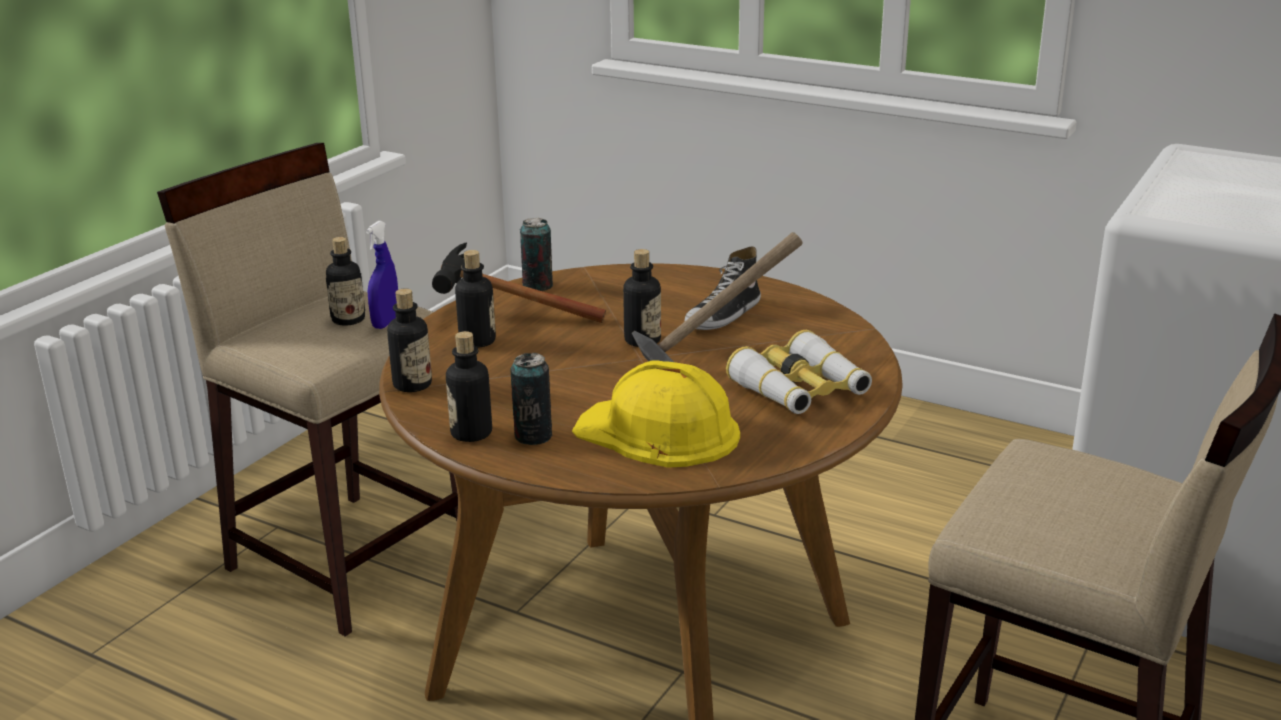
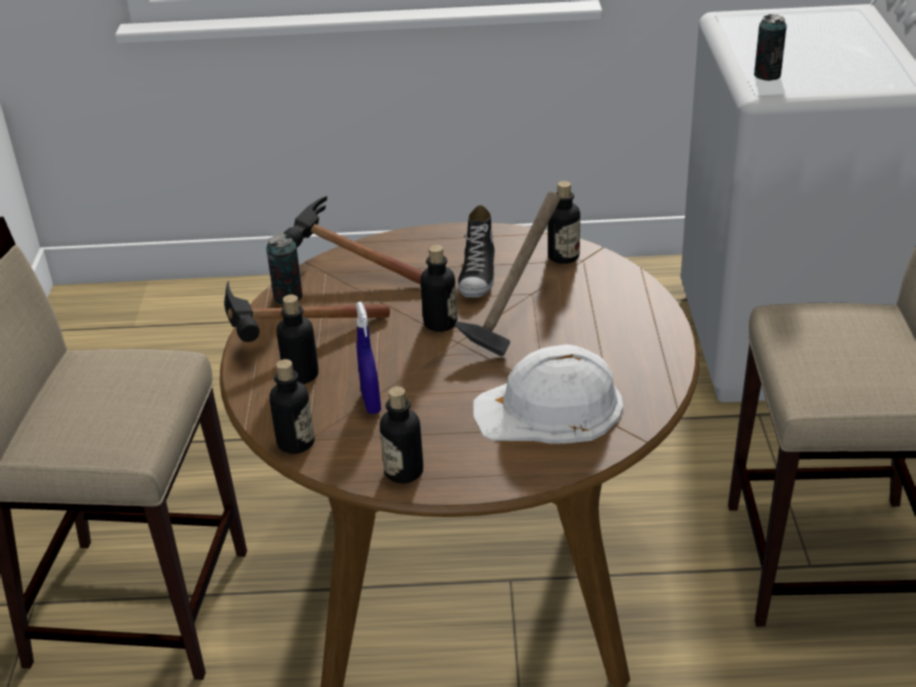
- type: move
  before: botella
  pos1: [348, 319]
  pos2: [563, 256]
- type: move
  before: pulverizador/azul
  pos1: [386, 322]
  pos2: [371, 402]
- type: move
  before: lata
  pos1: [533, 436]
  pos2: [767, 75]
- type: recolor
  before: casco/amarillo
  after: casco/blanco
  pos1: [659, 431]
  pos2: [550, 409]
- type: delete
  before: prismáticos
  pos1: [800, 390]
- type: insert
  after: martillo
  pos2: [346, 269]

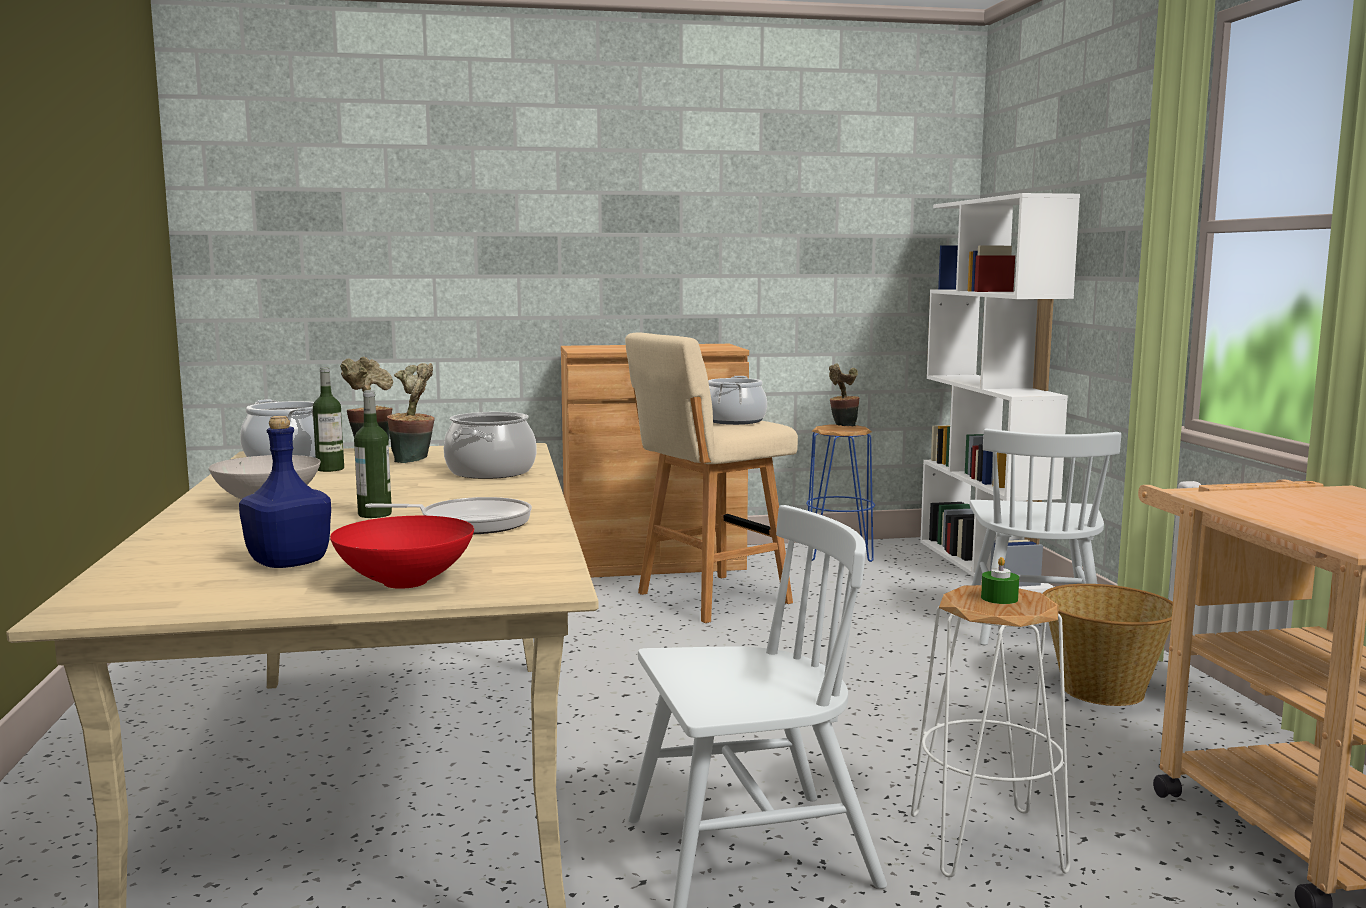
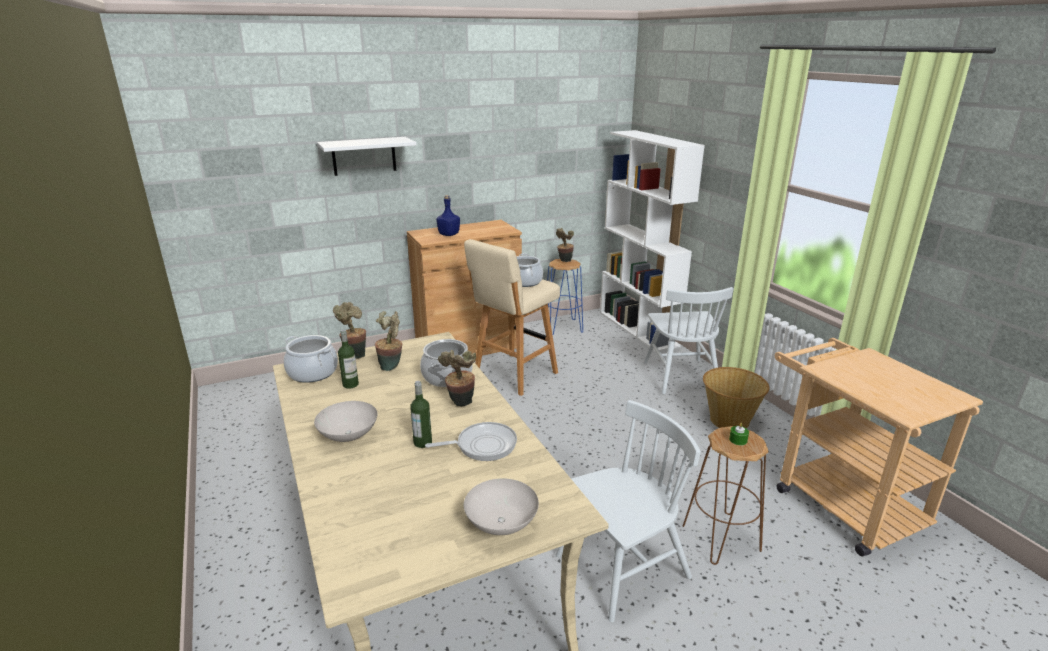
- type: move
  before: botella/azul
  pos1: [288, 563]
  pos2: [448, 234]
- type: recolor
  before: cuenco/rojo
  after: cuenco/blanco
  pos1: [403, 583]
  pos2: [501, 525]
- type: recolor
  before: taburete/blanco
  after: taburete/marrón
  pos1: [987, 843]
  pos2: [721, 538]
- type: insert
  after: estante/blanco
  pos2: [364, 156]
- type: insert
  after: planta en maceta
  pos2: [460, 403]

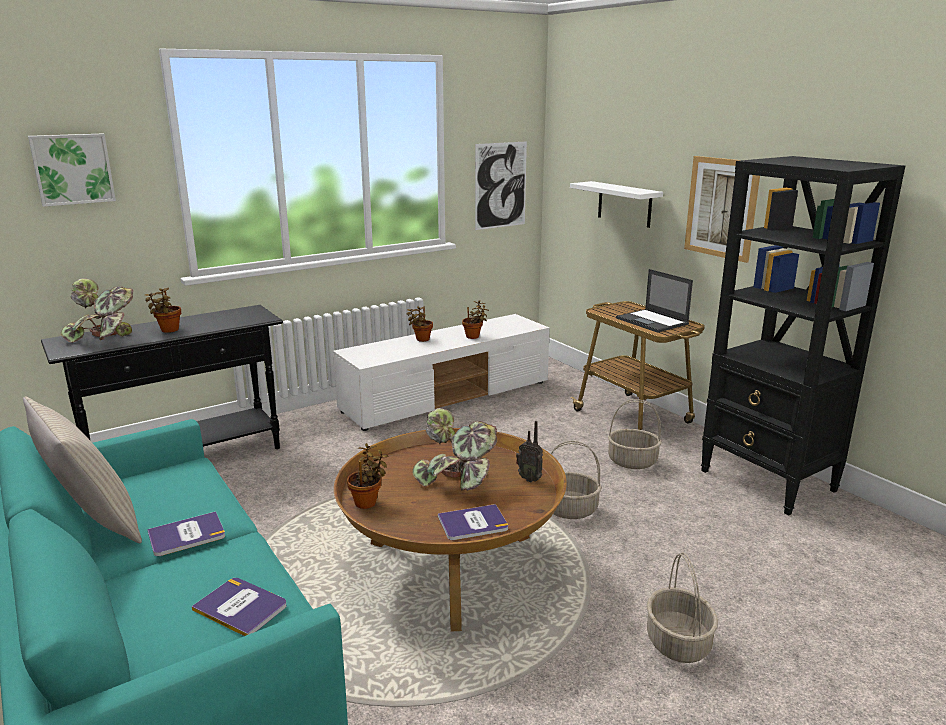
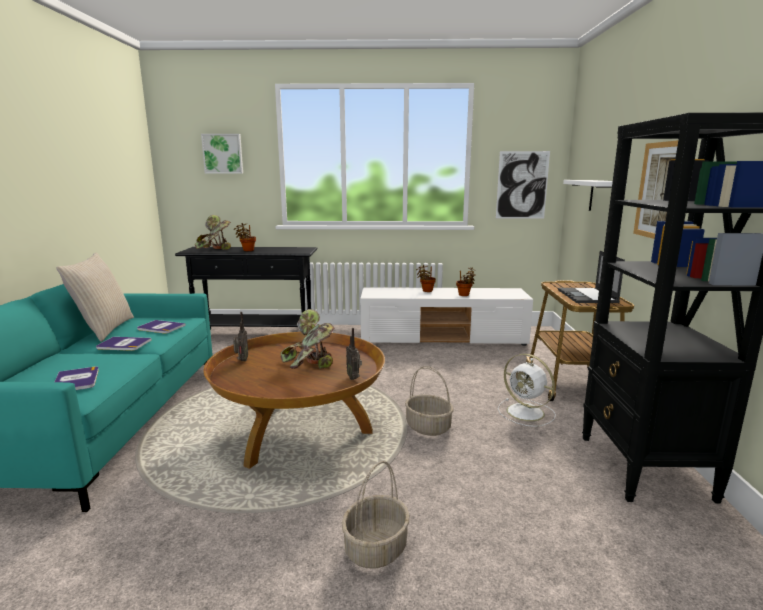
- type: replace
  before: planta en maceta
  after: radio
  pos1: [368, 502]
  pos2: [241, 361]
- type: move
  before: libro
  pos1: [473, 523]
  pos2: [161, 327]
- type: replace
  before: cesta
  after: ventilador/blanco
  pos1: [633, 461]
  pos2: [527, 413]

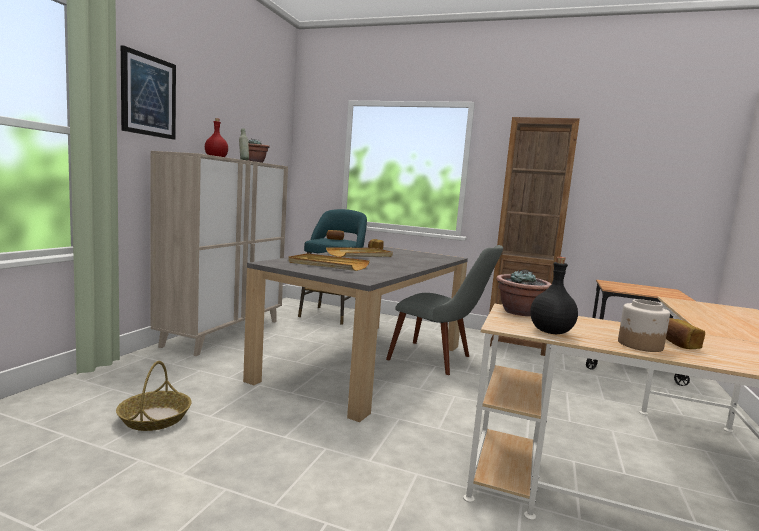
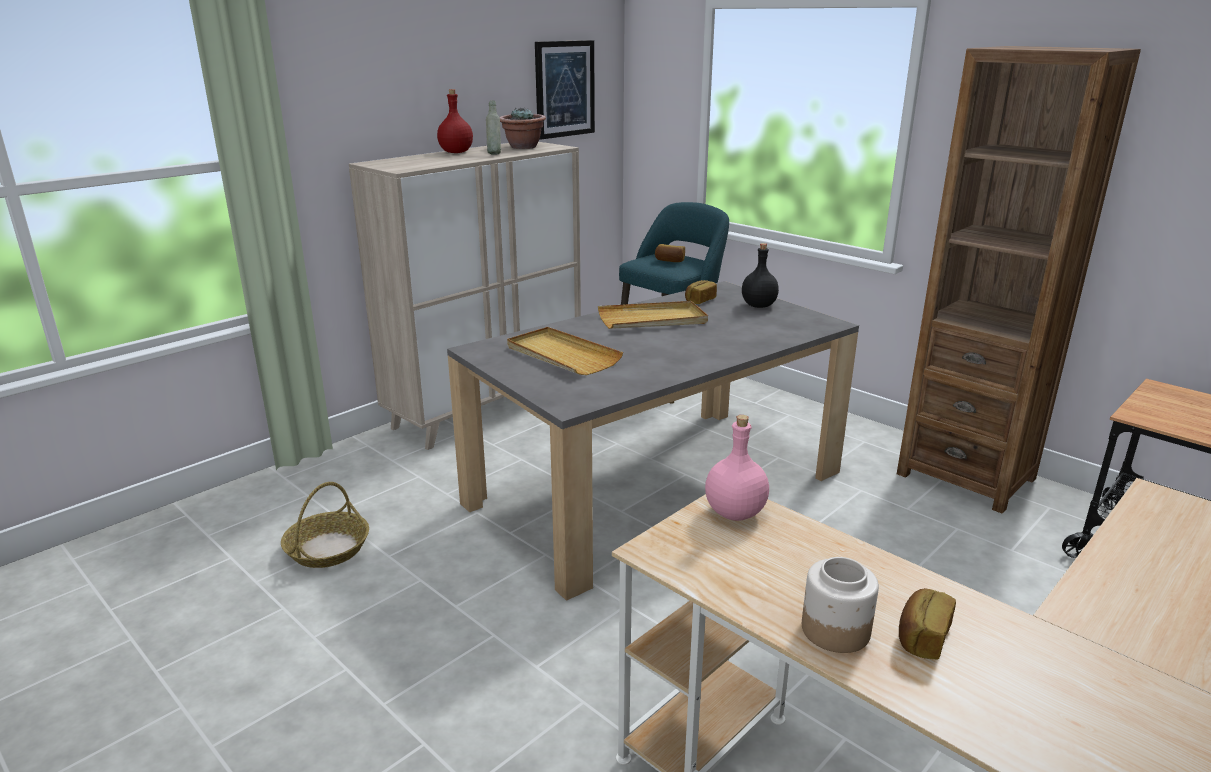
- type: move
  before: cuadro
  pos1: [148, 96]
  pos2: [564, 89]
- type: delete
  before: silla/gris
  pos1: [440, 360]
- type: replace
  before: planta en maceta
  after: botella/rosa
  pos1: [519, 312]
  pos2: [736, 513]
- type: move
  before: botella/negro
  pos1: [550, 332]
  pos2: [758, 305]

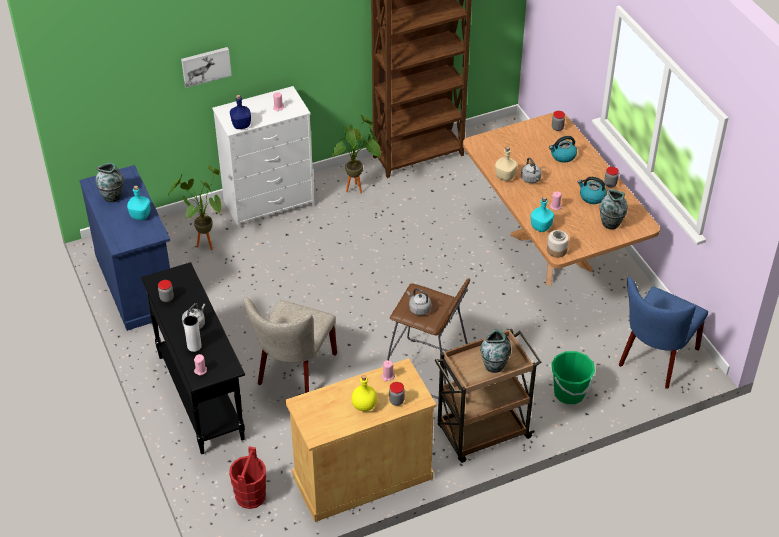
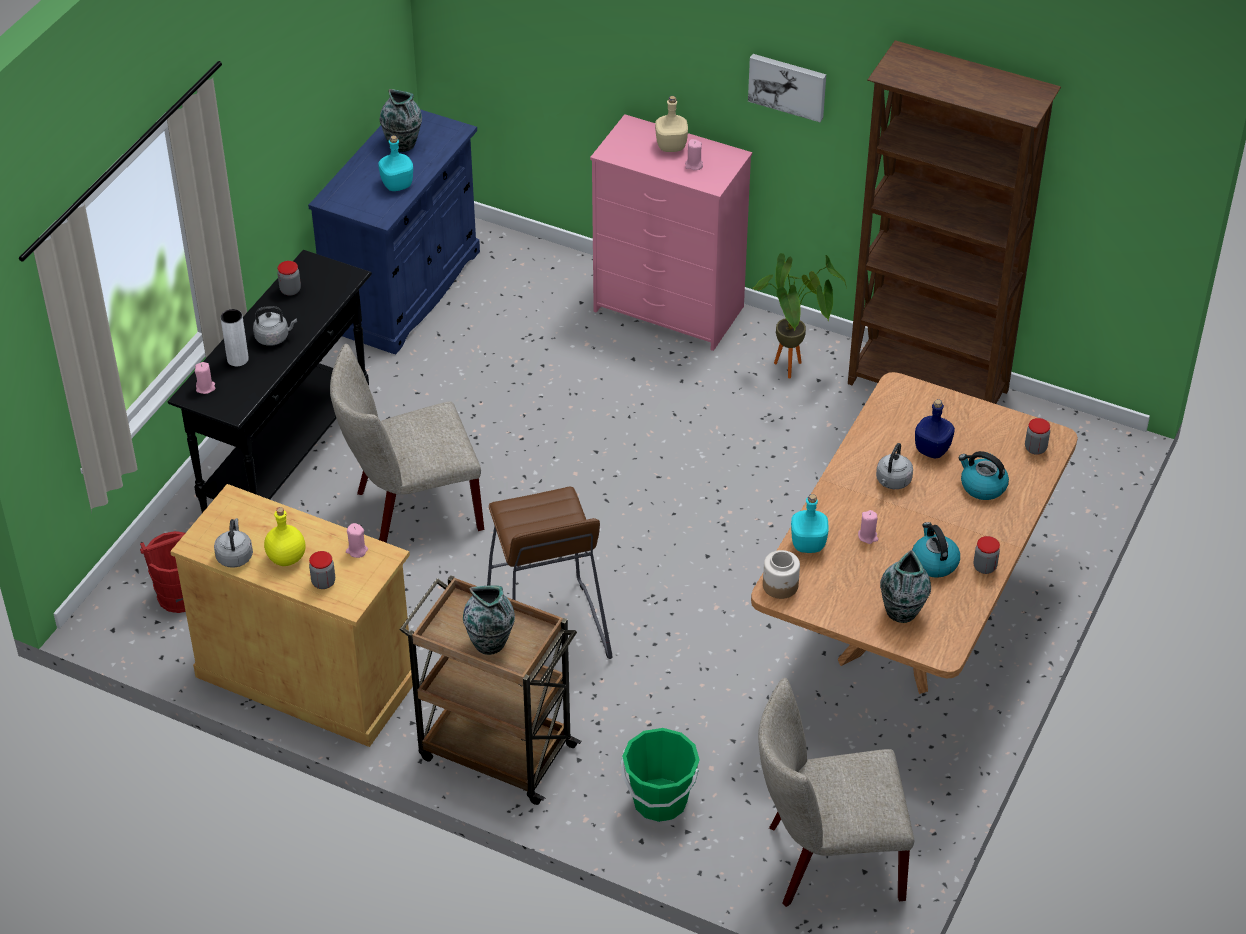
- type: delete
  before: planta en maceta
  pos1: [204, 242]
- type: move
  before: cuadro
  pos1: [205, 66]
  pos2: [788, 85]
- type: recolor
  before: cómoda/blanco
  after: cómoda/rosa
  pos1: [269, 202]
  pos2: [670, 309]
- type: move
  before: botella/azul
  pos1: [241, 125]
  pos2: [932, 449]
- type: move
  before: hervidor/gris
  pos1: [418, 309]
  pos2: [235, 555]
- type: move
  before: botella/beis
  pos1: [505, 176]
  pos2: [671, 146]
- type: recolor
  before: silla/azul
  after: silla/beis
  pos1: [655, 359]
  pos2: [825, 861]

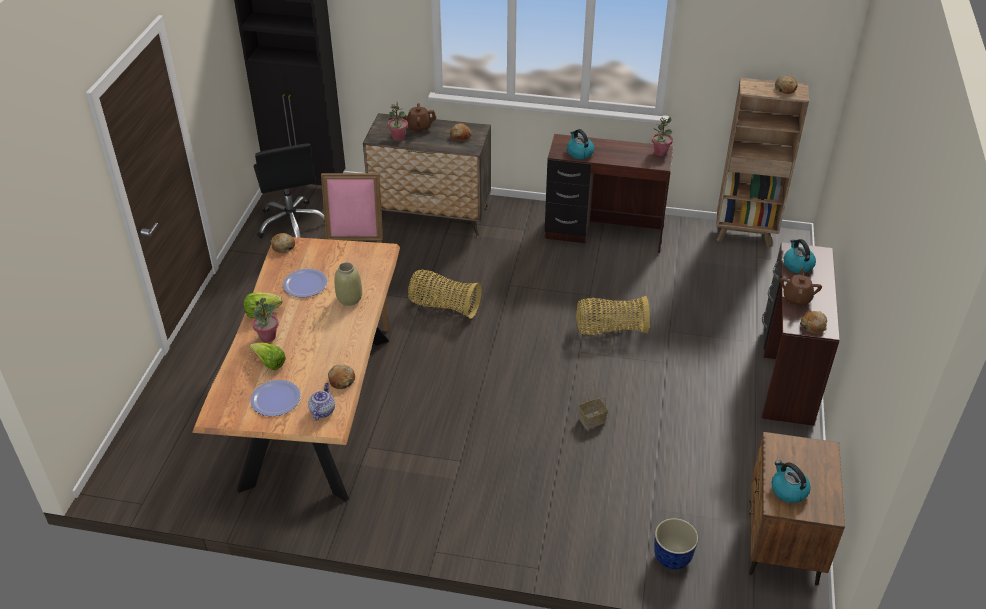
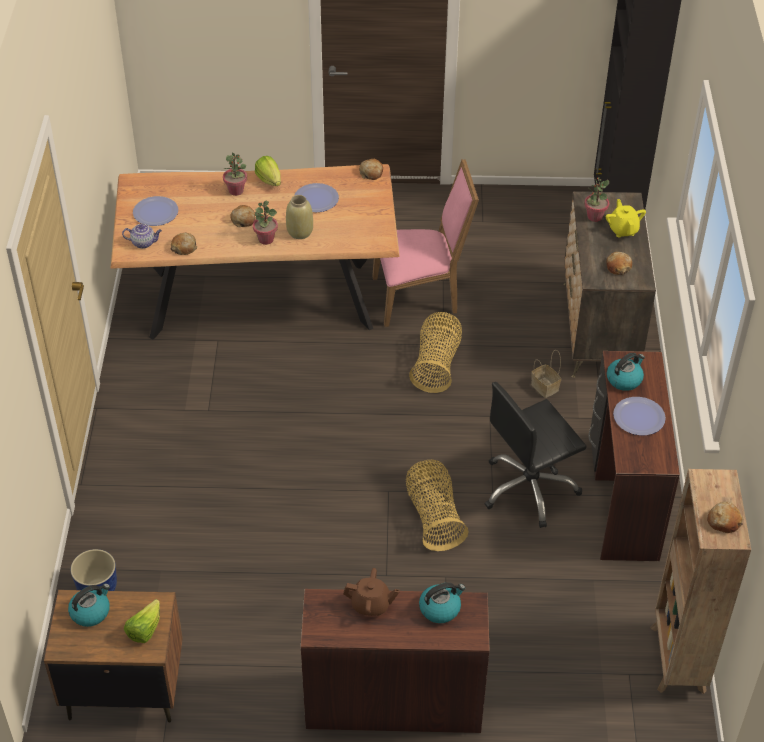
- type: move
  before: lechuga
  pos1: [269, 363]
  pos2: [145, 630]
- type: move
  before: silla de oficina/negro
  pos1: [292, 224]
  pos2: [529, 489]
- type: recolor
  before: tetera/marrón
  after: tetera/amarillo
  pos1: [418, 127]
  pos2: [623, 230]
- type: move
  before: cesta
  pos1: [591, 420]
  pos2: [543, 387]
- type: move
  before: planta en maceta
  pos1: [660, 152]
  pos2: [266, 239]
- type: move
  before: pan
  pos1: [813, 325]
  pos2: [243, 220]
- type: insert
  after: plato
  pos2: [639, 417]

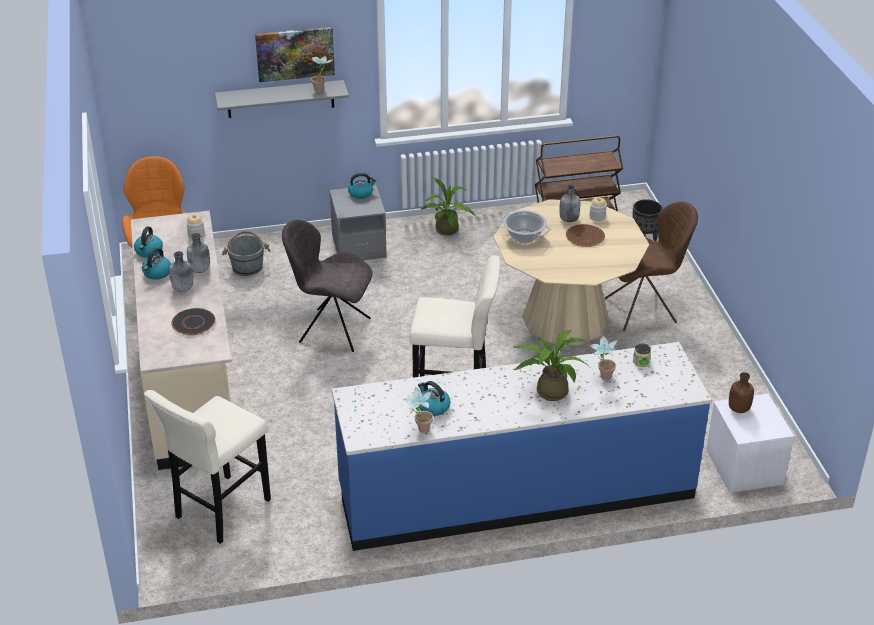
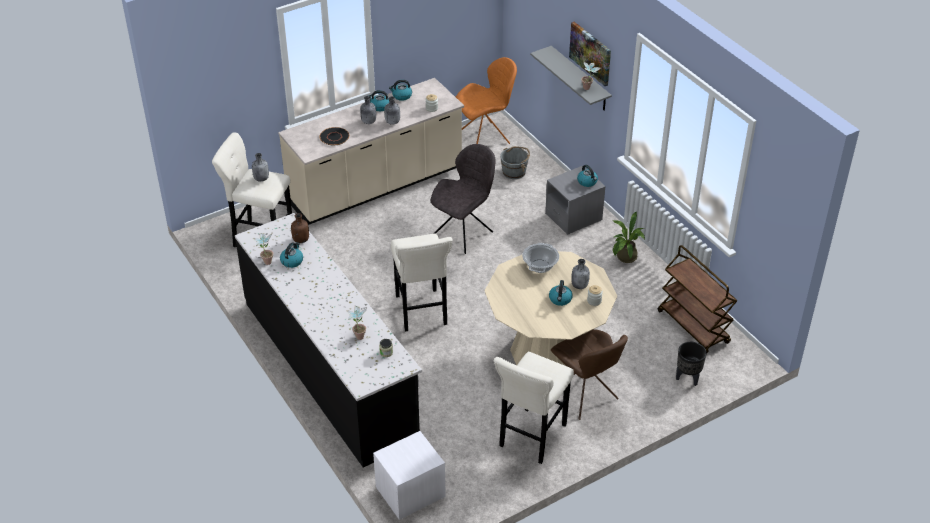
- type: rotate
  before: silla/gris
  pos1: [332, 330]
  pos2: [464, 232]
  turn: 45
- type: recolor
  before: mueble bajo de cocina/azul
  after: mueble bajo de cocina/negro
  pos1: [516, 493]
  pos2: [330, 368]
- type: delete
  before: planta en maceta
  pos1: [548, 390]
- type: replace
  before: plato/marrón
  after: hervidor
  pos1: [585, 236]
  pos2: [560, 299]
- type: move
  before: botella/marrón
  pos1: [738, 409]
  pos2: [301, 240]
- type: insert
  after: botella/gris
  pos2: [261, 178]
- type: insert
  after: taburete/beis
  pos2: [531, 438]

